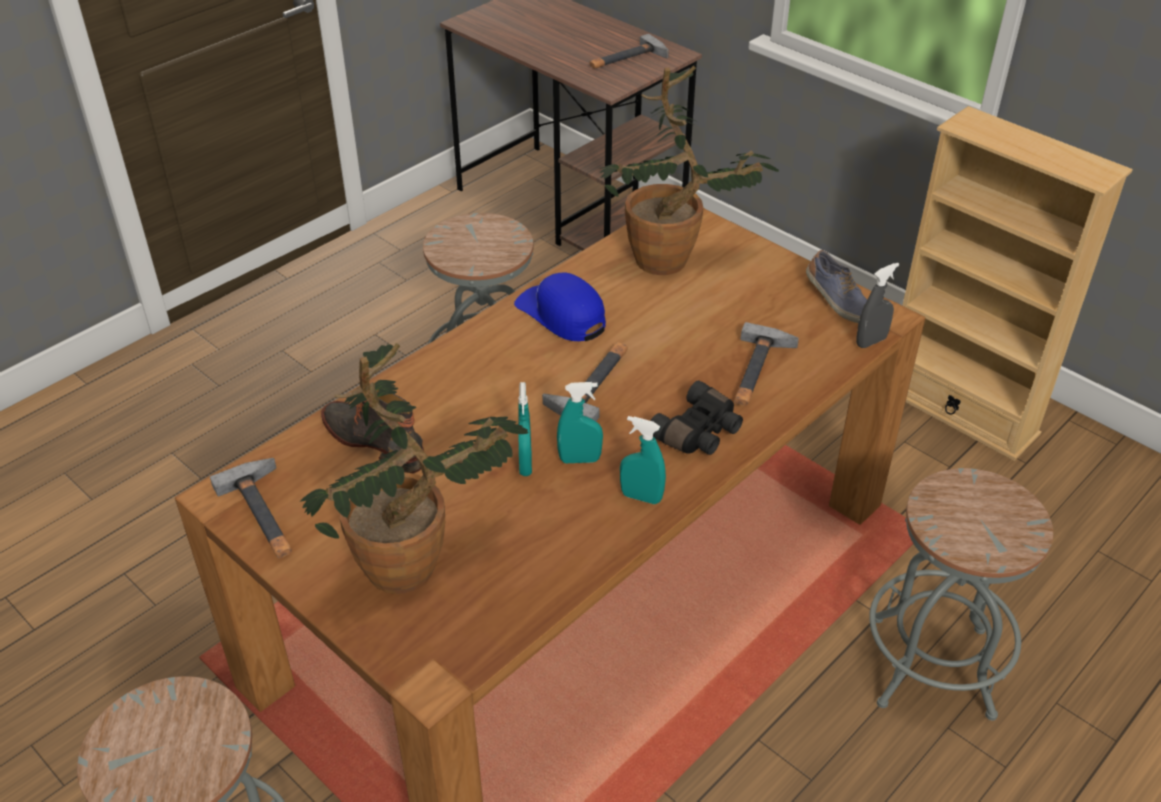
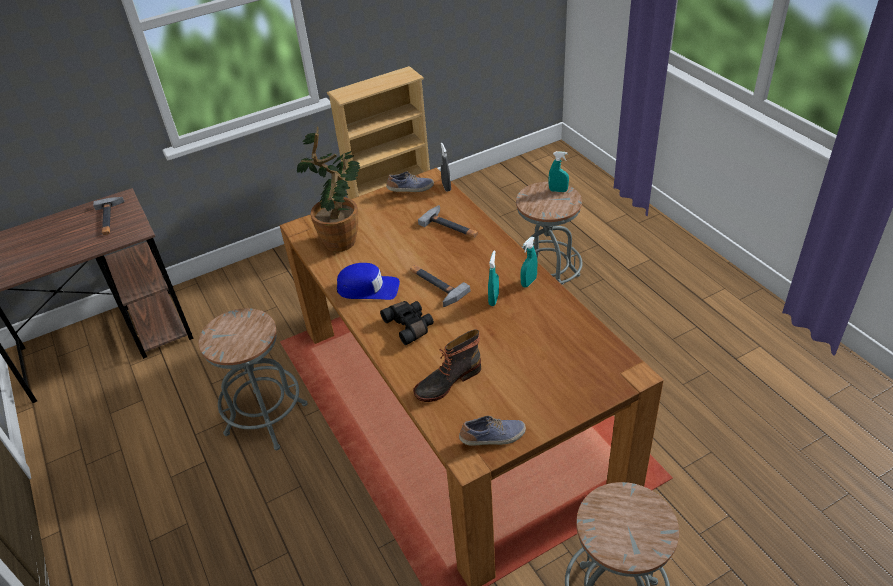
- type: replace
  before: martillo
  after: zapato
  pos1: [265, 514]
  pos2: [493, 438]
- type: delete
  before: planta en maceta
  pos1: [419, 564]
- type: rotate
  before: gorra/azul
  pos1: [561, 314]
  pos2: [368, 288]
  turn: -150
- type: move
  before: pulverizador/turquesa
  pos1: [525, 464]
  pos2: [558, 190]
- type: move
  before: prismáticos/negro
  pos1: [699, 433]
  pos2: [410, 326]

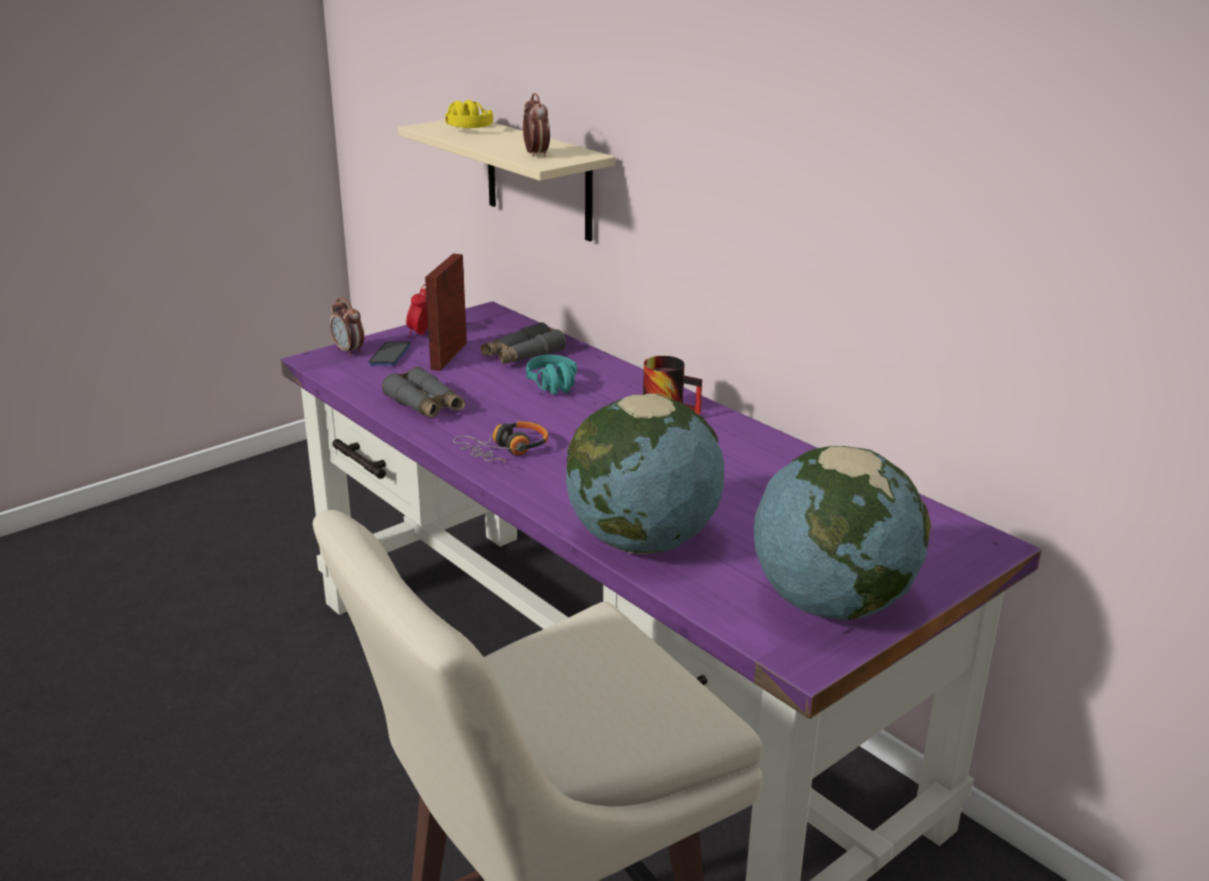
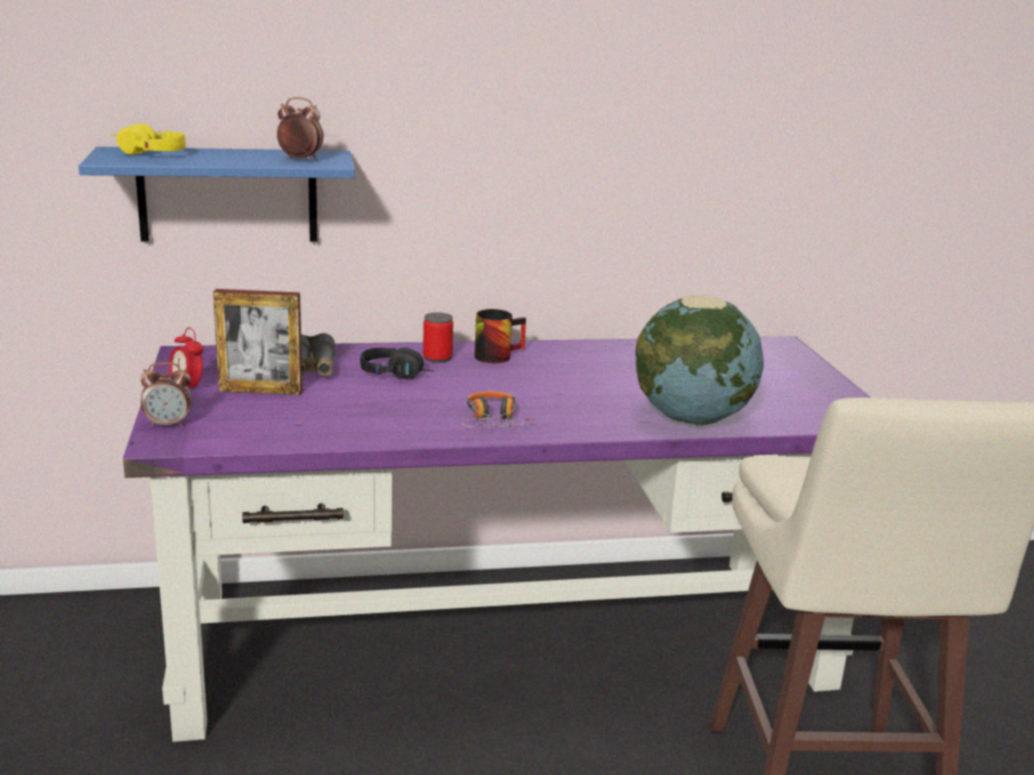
- type: delete
  before: móvil
  pos1: [390, 355]
- type: delete
  before: prismáticos/gris
  pos1: [425, 405]
- type: recolor
  before: estante/beis
  after: estante/azul
  pos1: [539, 179]
  pos2: [228, 195]
- type: rotate
  before: portarretratos
  pos1: [449, 356]
  pos2: [260, 391]
  turn: -45
- type: recolor
  before: auriculares/turquesa
  after: auriculares/negro
  pos1: [555, 388]
  pos2: [399, 375]
- type: delete
  before: globo terráqueo
  pos1: [831, 603]
- type: insert
  after: lata
  pos2: [437, 358]

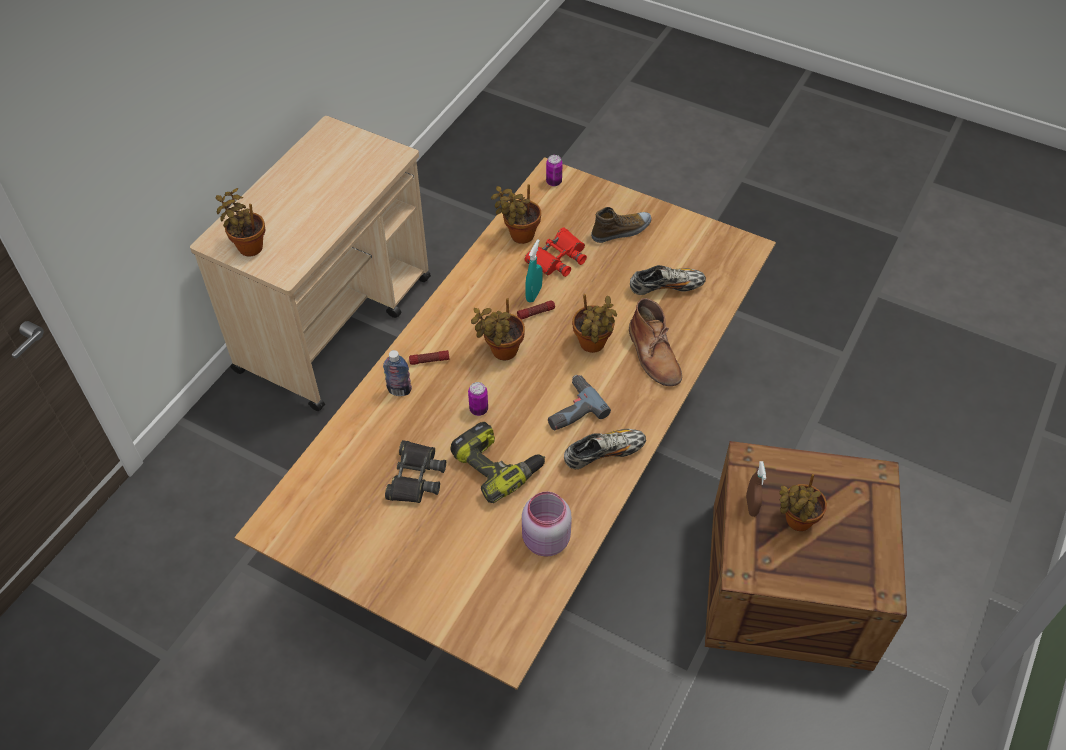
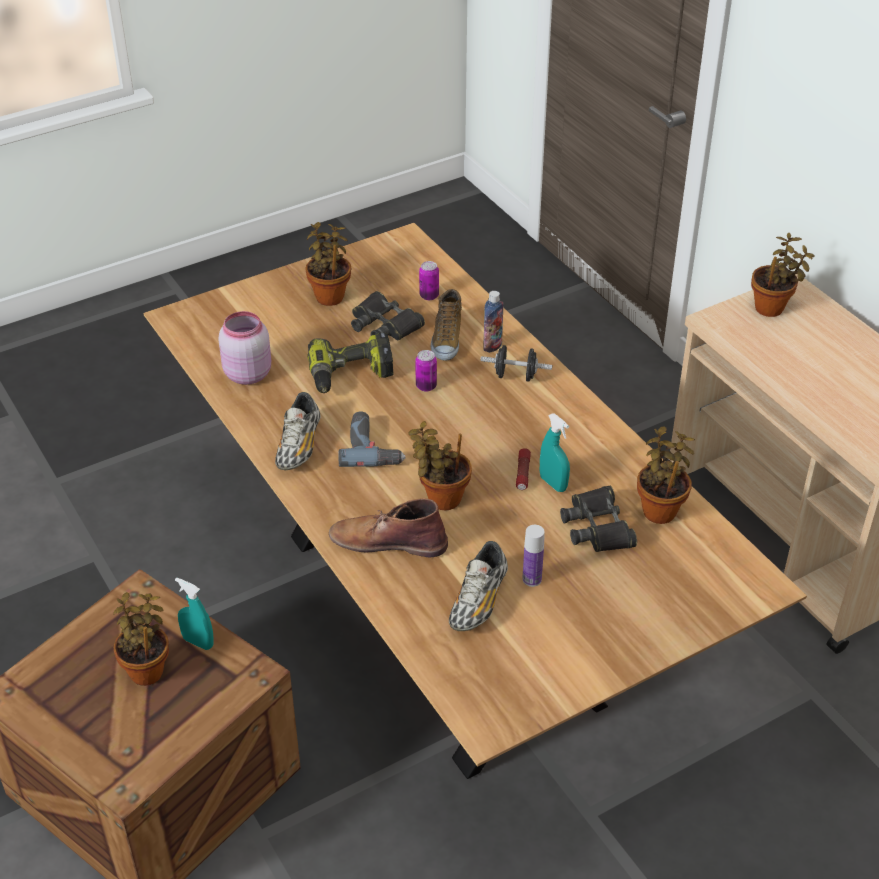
- type: replace
  before: linterna
  after: mancuerna/negro
  pos1: [429, 360]
  pos2: [515, 376]
- type: move
  before: planta en maceta
  pos1: [501, 352]
  pos2: [330, 295]
- type: recolor
  before: prismáticos/rojo
  after: prismáticos/negro
  pos1: [558, 258]
  pos2: [597, 527]
- type: move
  before: lata
  pos1: [554, 182]
  pos2: [429, 296]
- type: move
  before: zapato
  pos1: [621, 231]
  pos2: [446, 339]
- type: recolor
  before: pulverizador/marrón
  after: pulverizador/turquesa
  pos1: [751, 506]
  pos2: [198, 642]
- type: insert
  after: botella
  pos2: [532, 579]

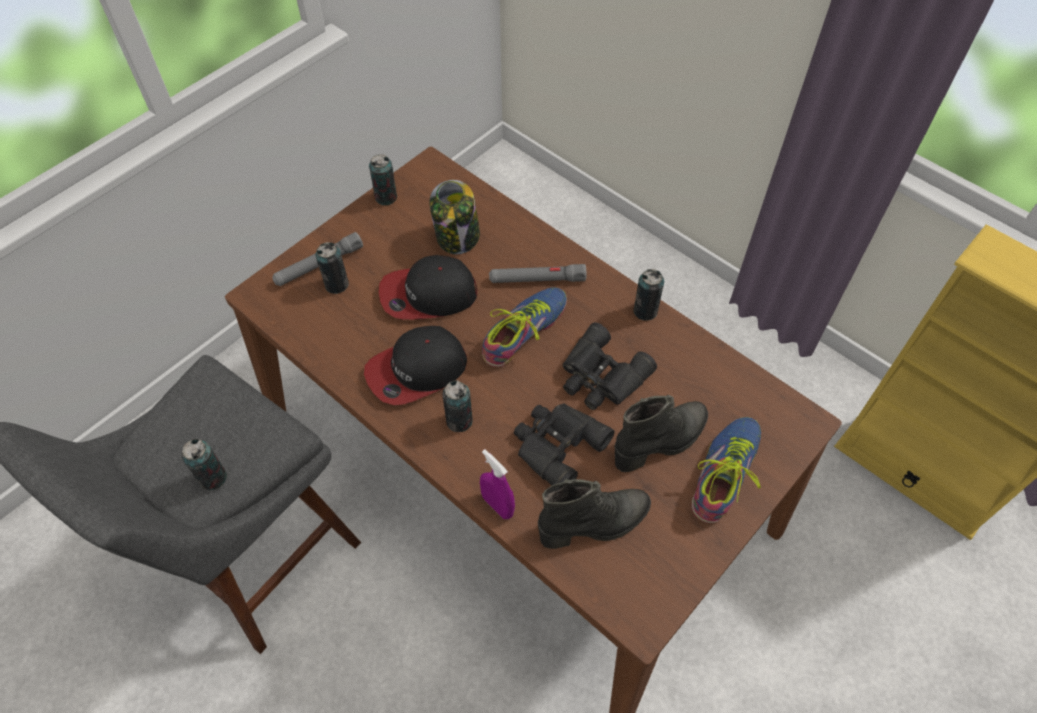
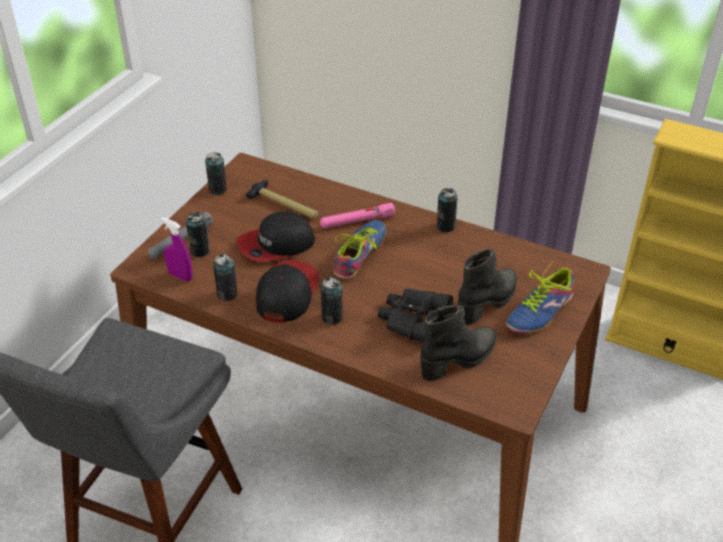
- type: move
  before: lata
  pos1: [213, 478]
  pos2: [227, 294]
- type: rotate
  before: gorra
  pos1: [417, 370]
  pos2: [286, 293]
  turn: 150
- type: replace
  before: tarro
  after: martillo
  pos1: [457, 237]
  pos2: [285, 205]
- type: move
  before: pulverizador/morado
  pos1: [497, 505]
  pos2: [180, 276]
- type: recolor
  before: linterna/gris
  after: linterna/rosa
  pos1: [537, 279]
  pos2: [357, 221]
- type: delete
  before: prismáticos/negro
  pos1: [601, 377]
- type: rotate
  before: zapato
  pos1: [724, 473]
  pos2: [540, 311]
  turn: -150

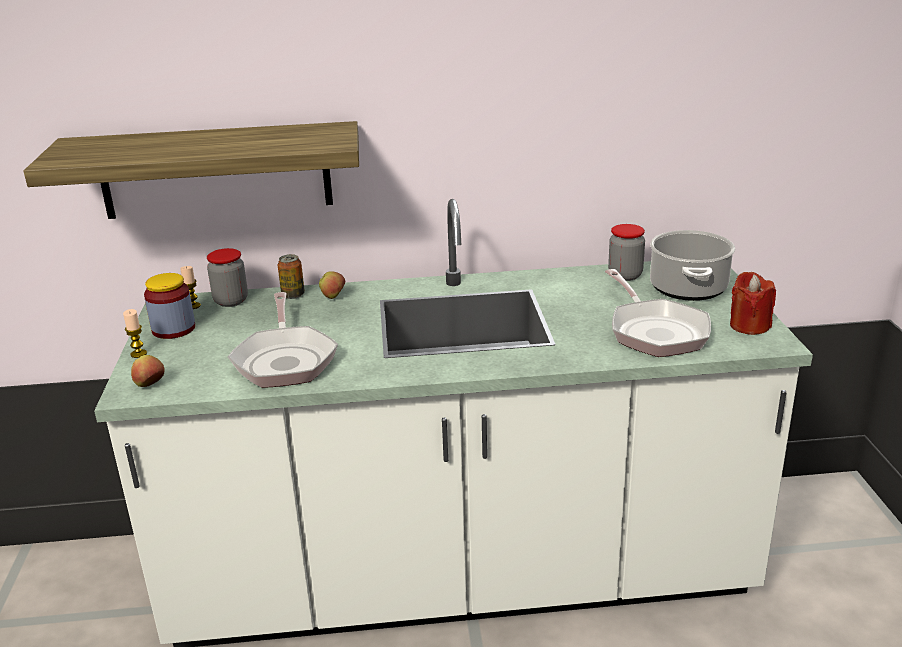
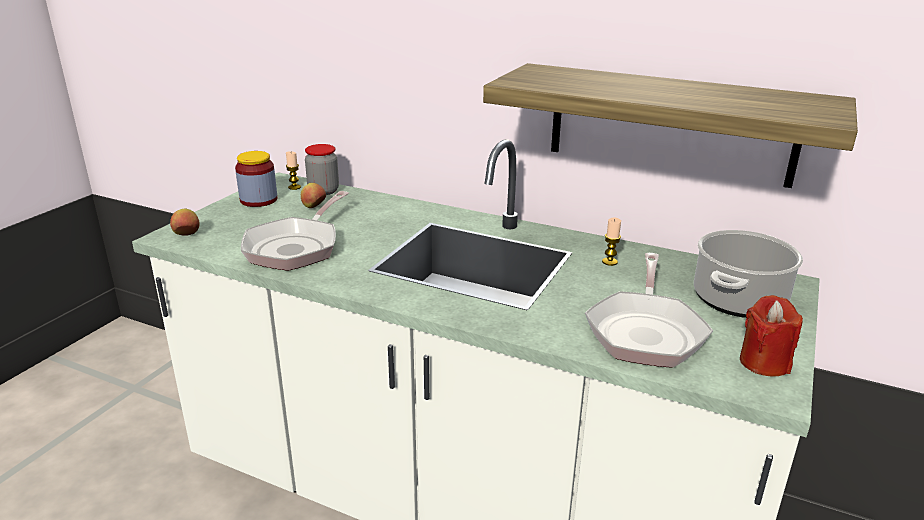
- type: move
  before: estante
  pos1: [215, 170]
  pos2: [670, 124]
- type: move
  before: vela
  pos1: [138, 354]
  pos2: [609, 262]
- type: delete
  before: lata
  pos1: [293, 295]
- type: move
  before: manzana
  pos1: [333, 297]
  pos2: [314, 207]
- type: delete
  before: tarro
  pos1: [625, 275]

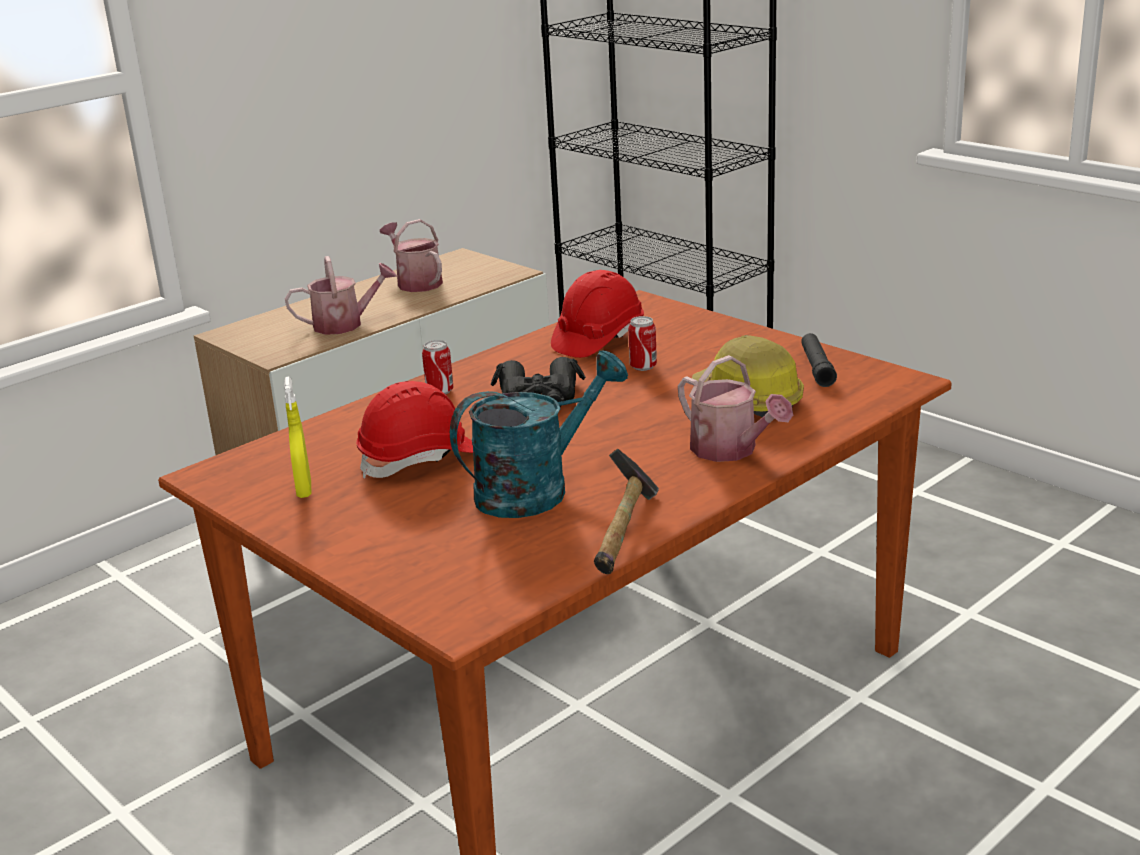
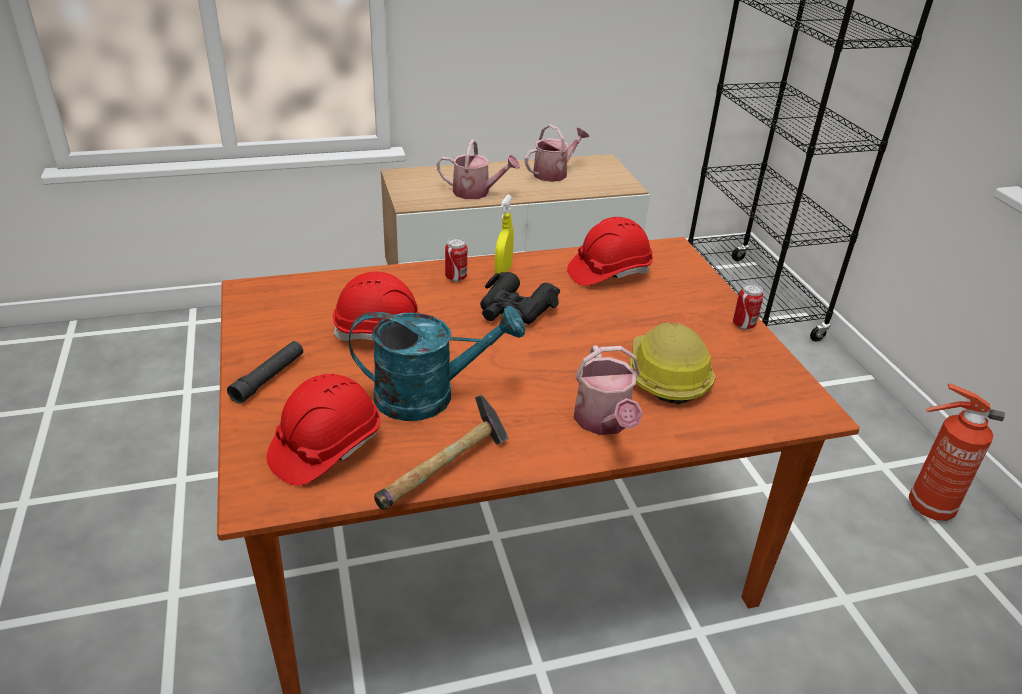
- type: move
  before: pulverizador/amarillo
  pos1: [304, 489]
  pos2: [503, 271]
- type: rotate
  before: regadera
  pos1: [416, 282]
  pos2: [554, 173]
  turn: 60
- type: move
  before: lata
  pos1: [643, 367]
  pos2: [743, 325]
- type: move
  before: linterna/negro
  pos1: [817, 368]
  pos2: [268, 378]
- type: insert
  after: casco/rojo
  pos2: [325, 448]
- type: insert
  after: extintor
  pos2: [927, 507]

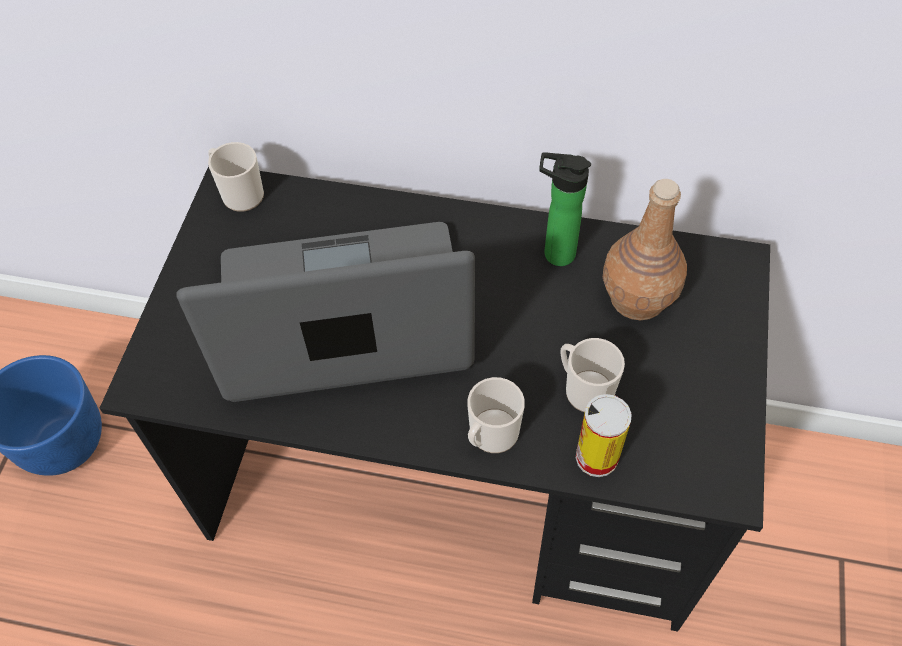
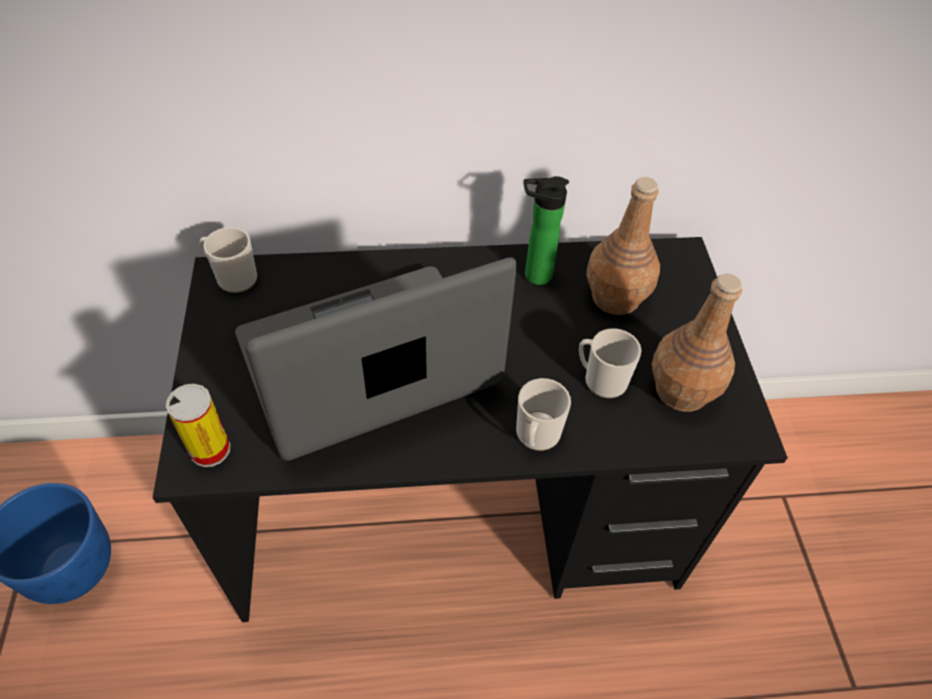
- type: move
  before: lata
  pos1: [596, 457]
  pos2: [210, 449]
- type: insert
  after: botella/marrón
  pos2: [682, 391]

